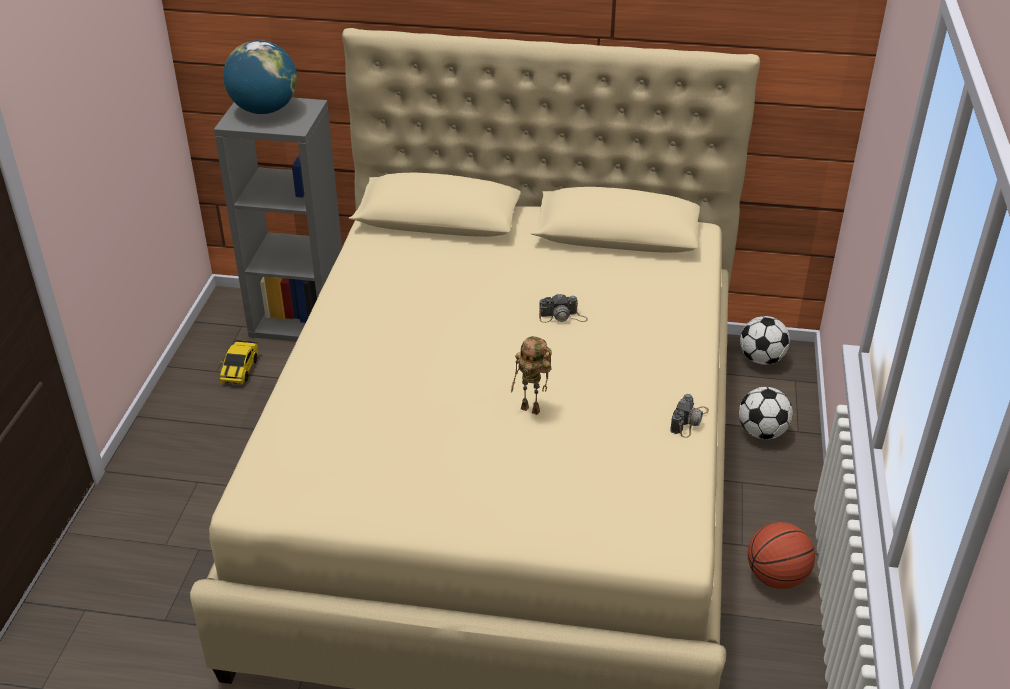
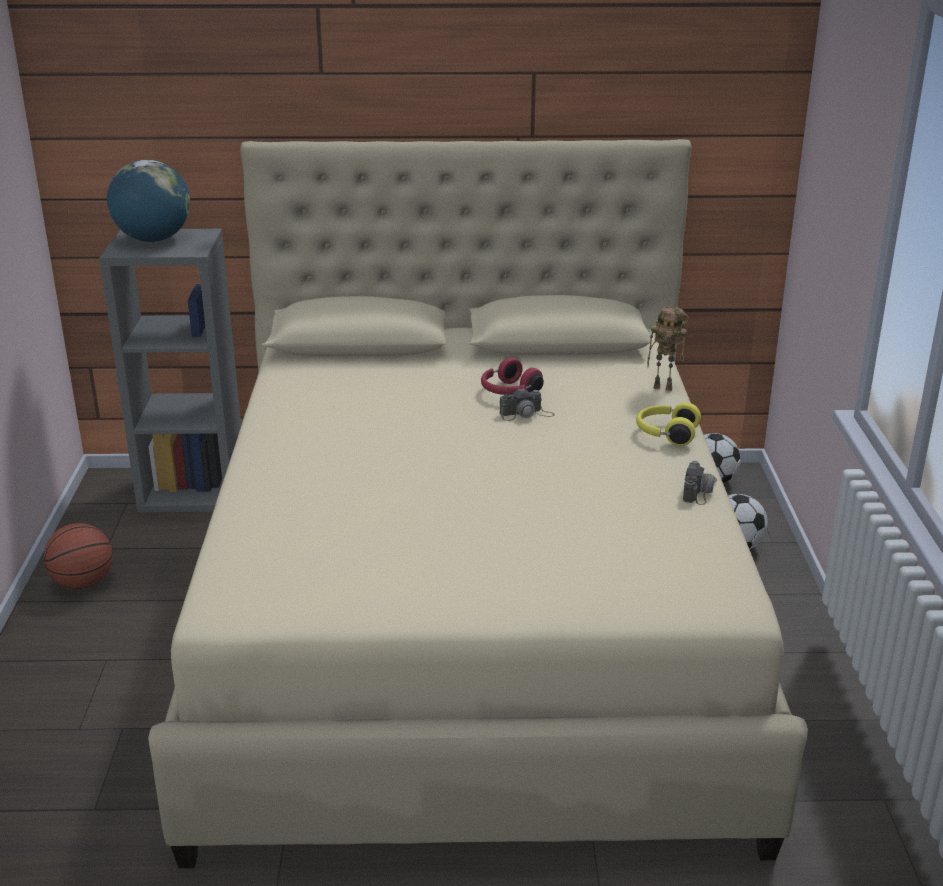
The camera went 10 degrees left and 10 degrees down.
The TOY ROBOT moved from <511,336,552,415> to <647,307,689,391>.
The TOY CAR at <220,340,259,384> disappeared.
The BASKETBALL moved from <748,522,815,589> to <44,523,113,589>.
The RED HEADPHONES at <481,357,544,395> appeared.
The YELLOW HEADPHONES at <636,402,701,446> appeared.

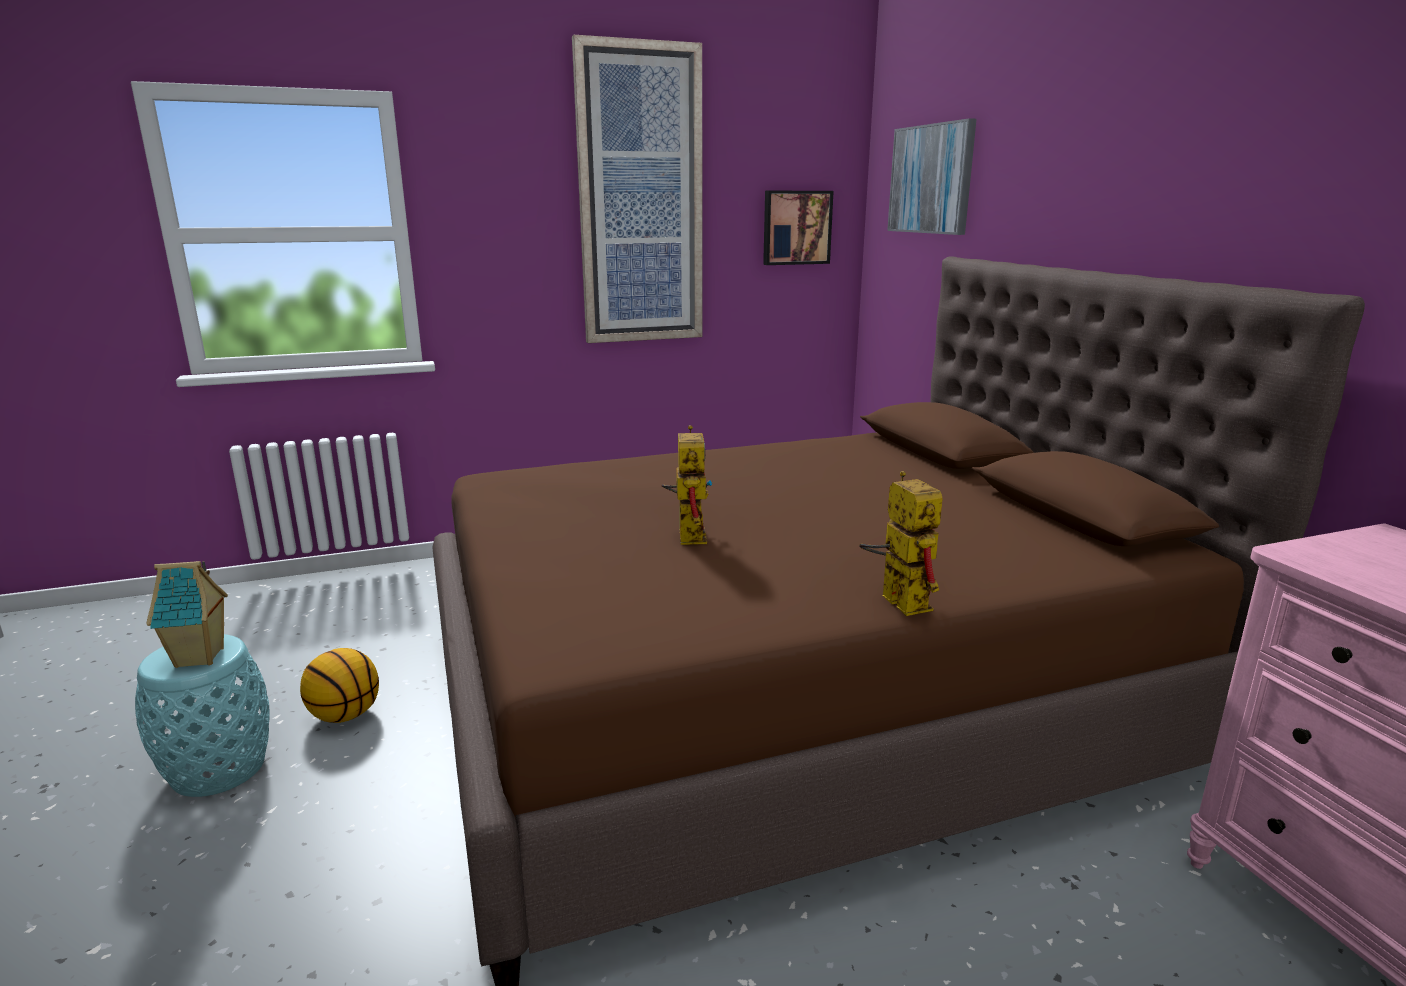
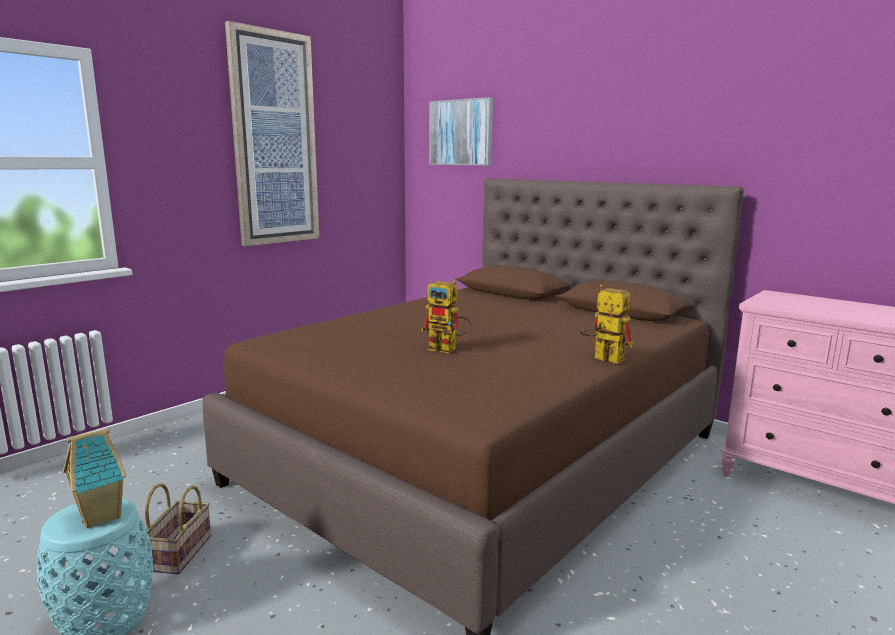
The camera went 30 degrees left and 5 degrees down.
The PICTURE at <763,191,834,265> disappeared.
The TOY ROBOT at <662,425,712,545> turned 150 degrees clockwise.
The BASKETBALL at <300,648,379,723> was replaced by the BASKET at <142,483,211,574>.

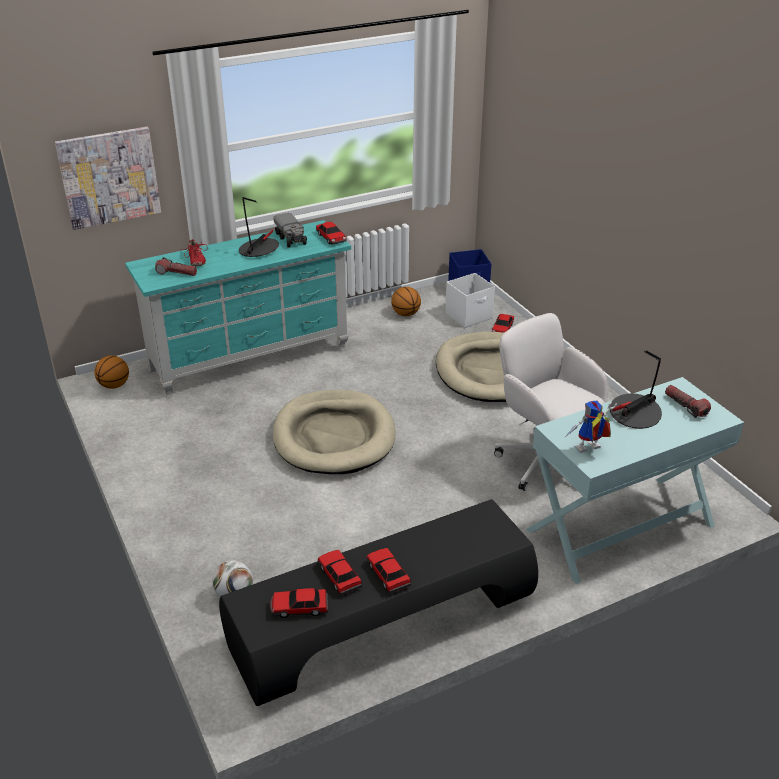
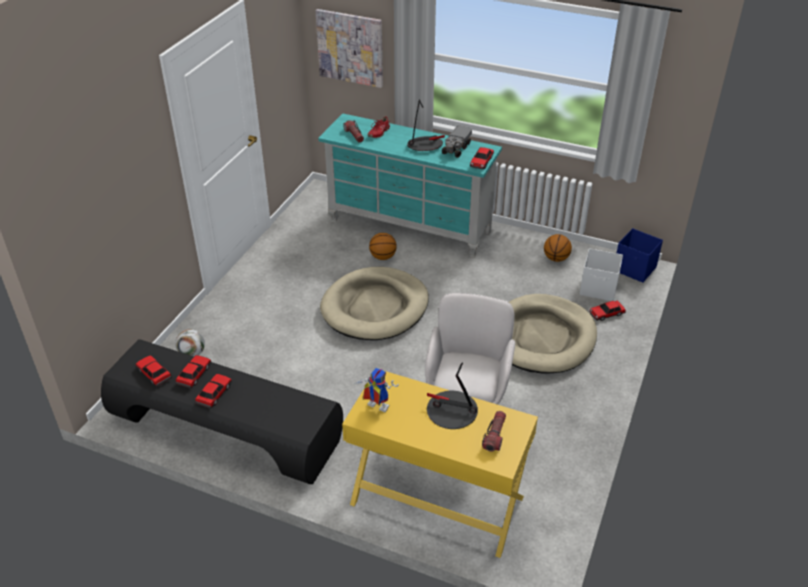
The camera went 50 degrees right and 5 degrees up.
The BASKETBALL moved from <94,355,129,389> to <369,233,397,260>.
The TURQUOISE DESK at <526,377,744,584> became the YELLOW DESK at <342,371,538,558>.

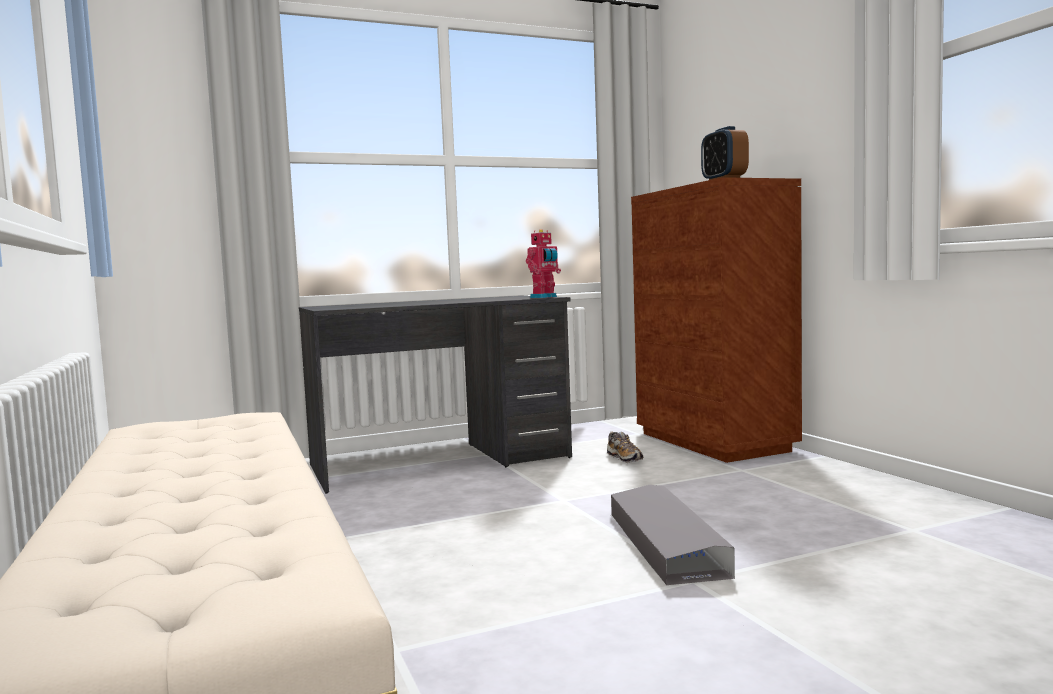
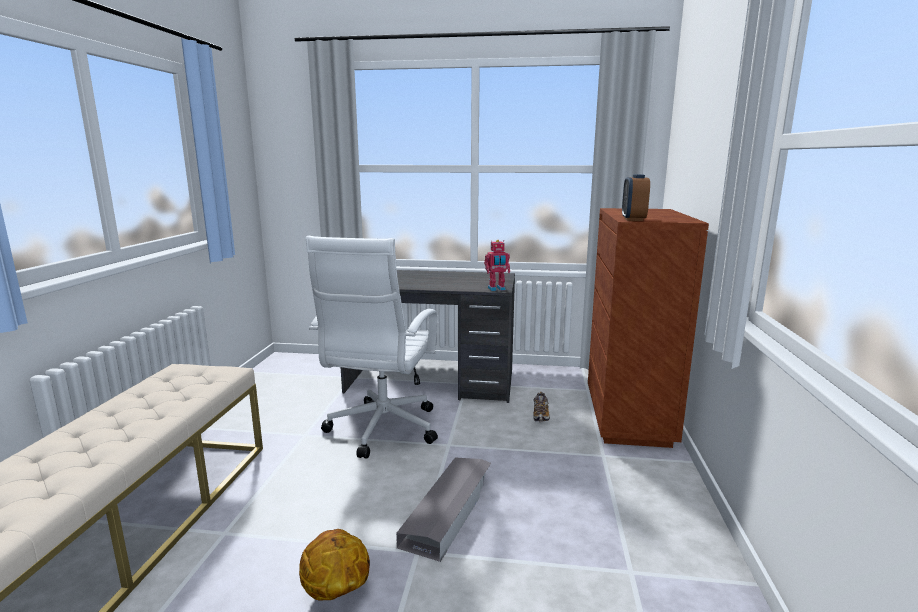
The camera went 30 degrees right and 10 degrees up.
The WHITE OFFICE CHAIR at <305,236,438,459> appeared.
The BASKETBALL at <299,529,370,601> appeared.

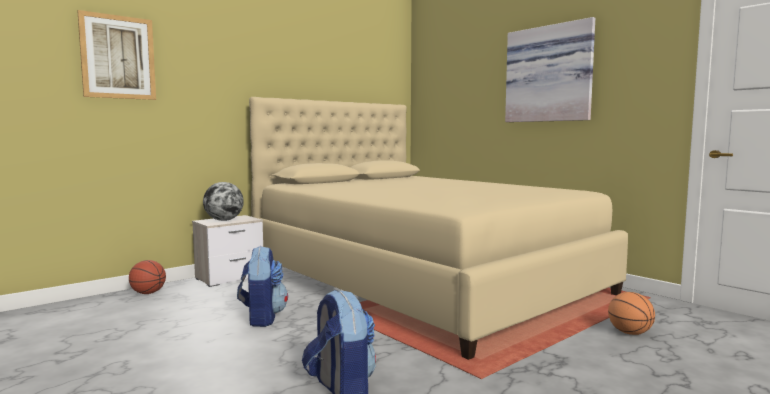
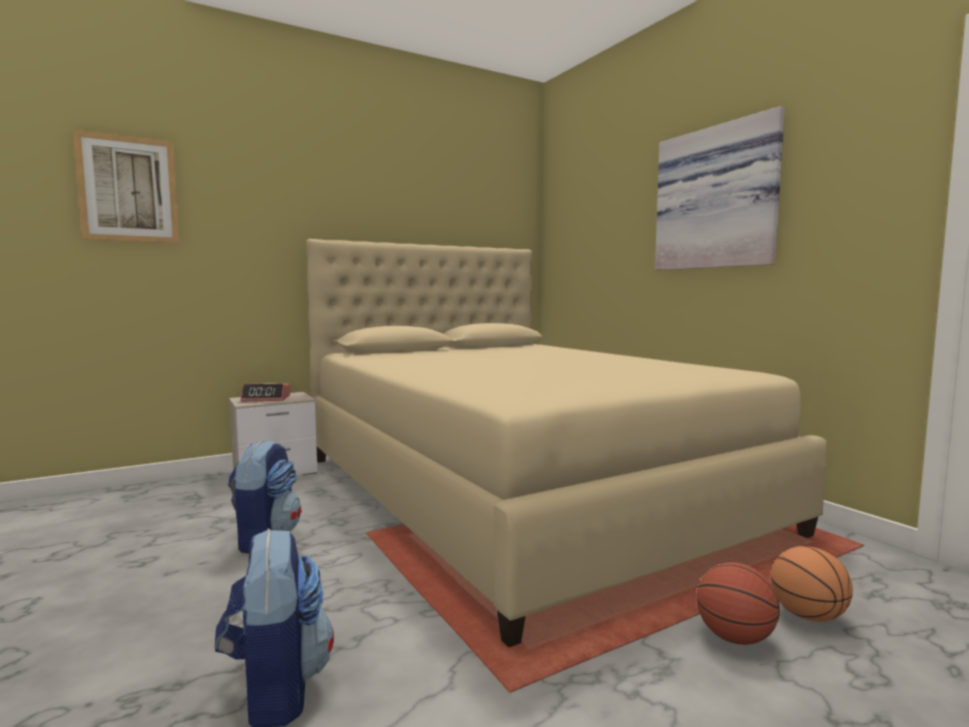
The camera went 10 degrees right and 0 degrees up.
The GLOBE at <203,182,244,221> was replaced by the ALARM CLOCK at <240,383,290,402>.
The BASKETBALL moved from <129,260,166,294> to <697,562,780,645>.

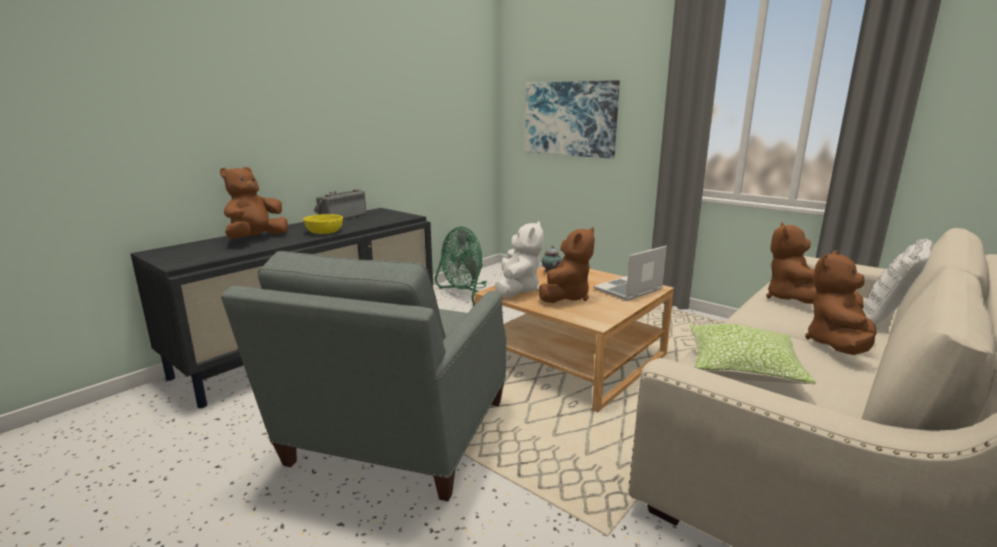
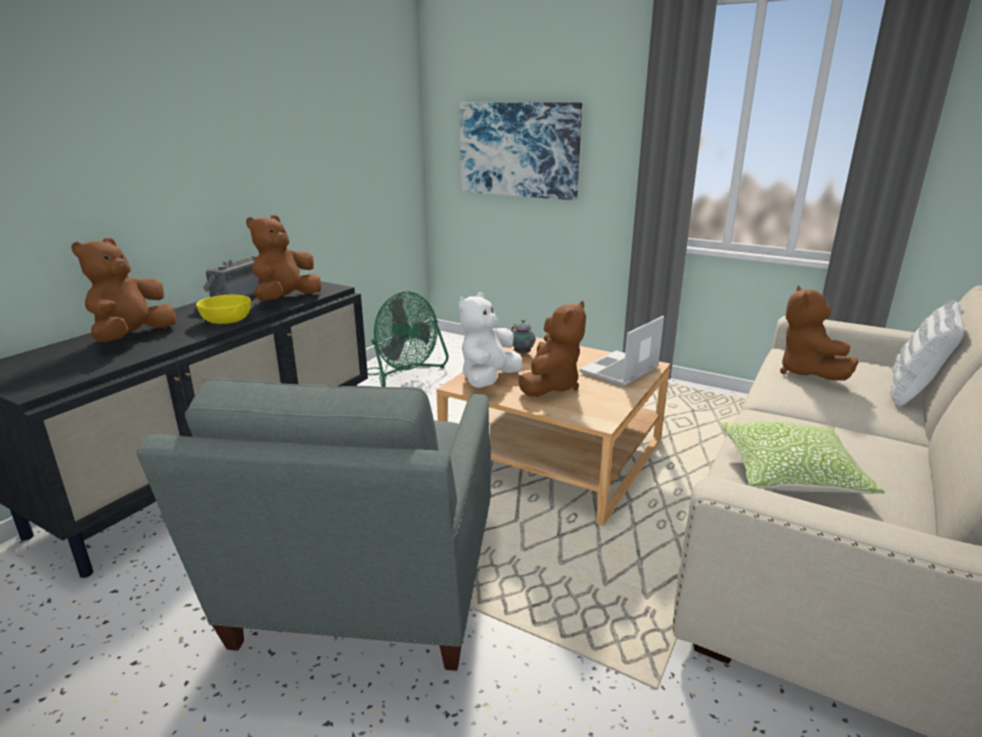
The camera went 10 degrees left and 5 degrees up.
The WHITE PLUSH TOY at <494,221,543,298> turned 150 degrees counterclockwise.
The GREEN FAN at <435,226,487,306> turned 90 degrees counterclockwise.
The BROWN PLUSH TOY moved from <805,250,877,355> to <246,215,321,301>.

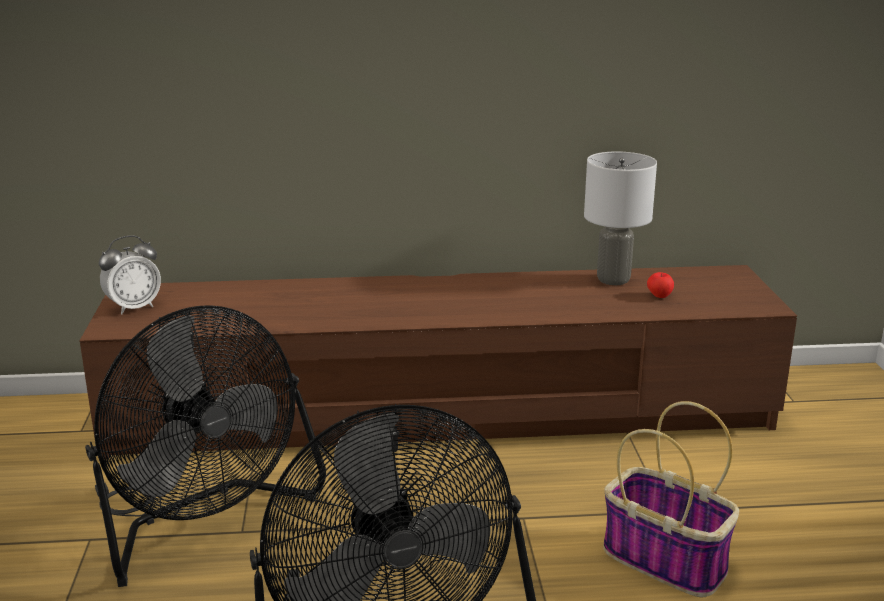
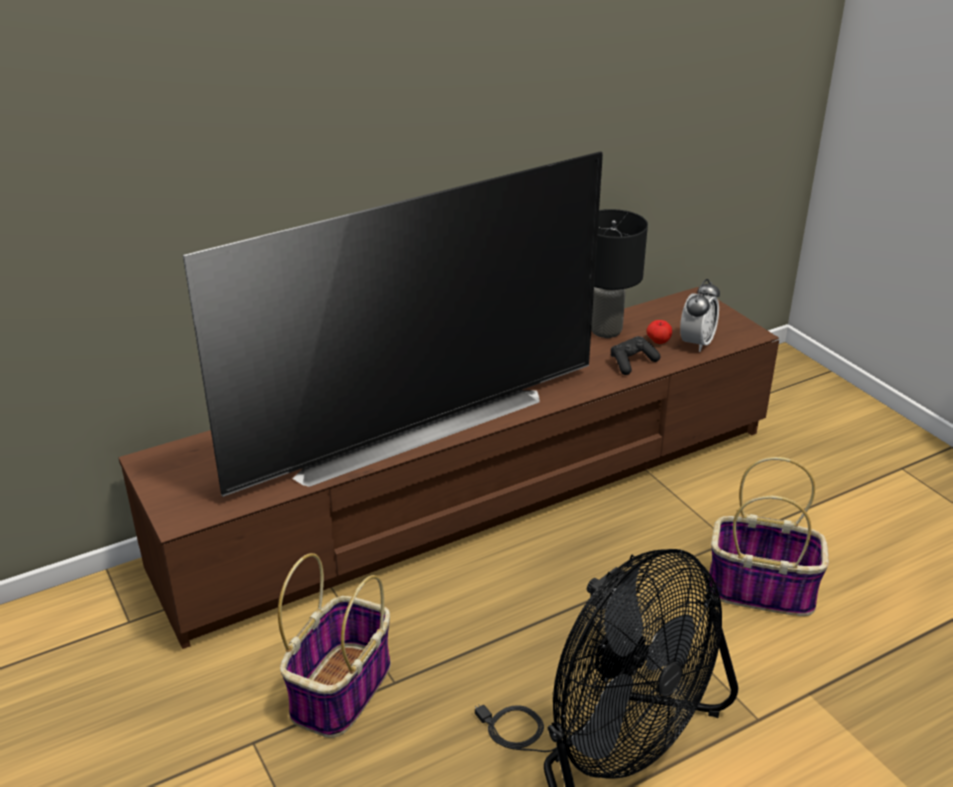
The camera went 25 degrees left and 10 degrees up.
The WHITE TABLE LAMP at <584,152,657,285> became the BLACK TABLE LAMP at <591,209,648,338>.
The ALARM CLOCK moved from <99,235,161,314> to <680,279,720,352>.
The BLACK FAN at <85,305,326,587> was replaced by the BASKET at <278,553,391,738>.
The TELEVISION at <183,151,603,497> appeared.
The BLACK GAME CONTROLLER at <611,336,661,375> appeared.

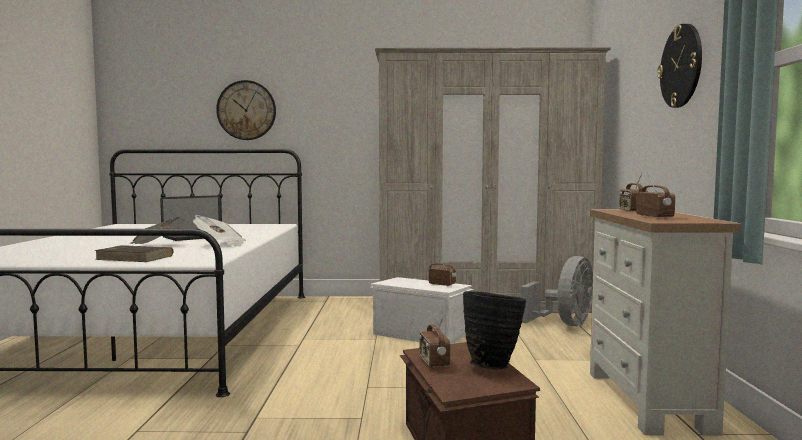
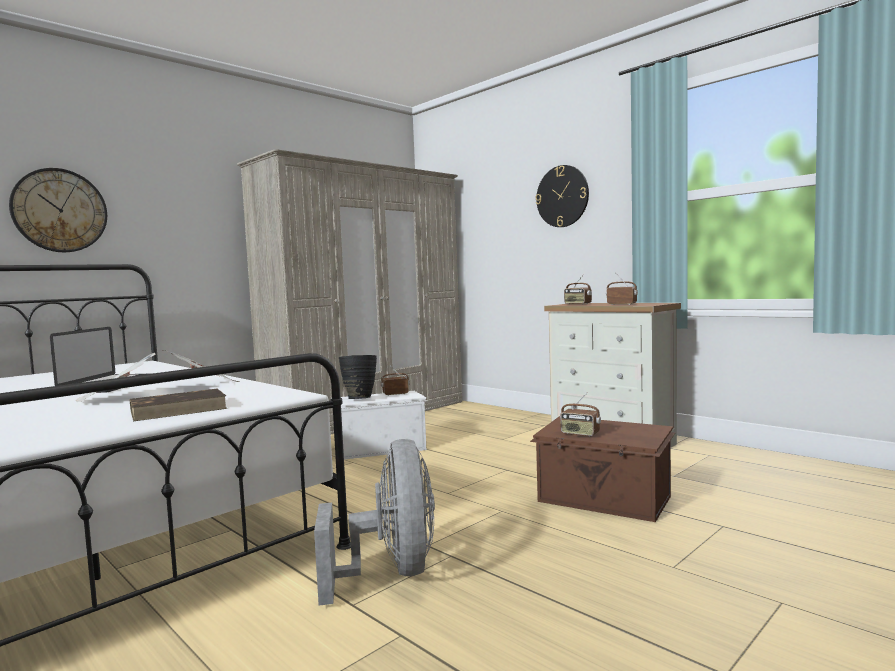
The camera went 45 degrees left and 0 degrees up.
The GREY FAN moved from <520,256,593,326> to <314,439,435,606>.
The BLACK VASE moved from <463,291,526,369> to <339,355,377,399>.

